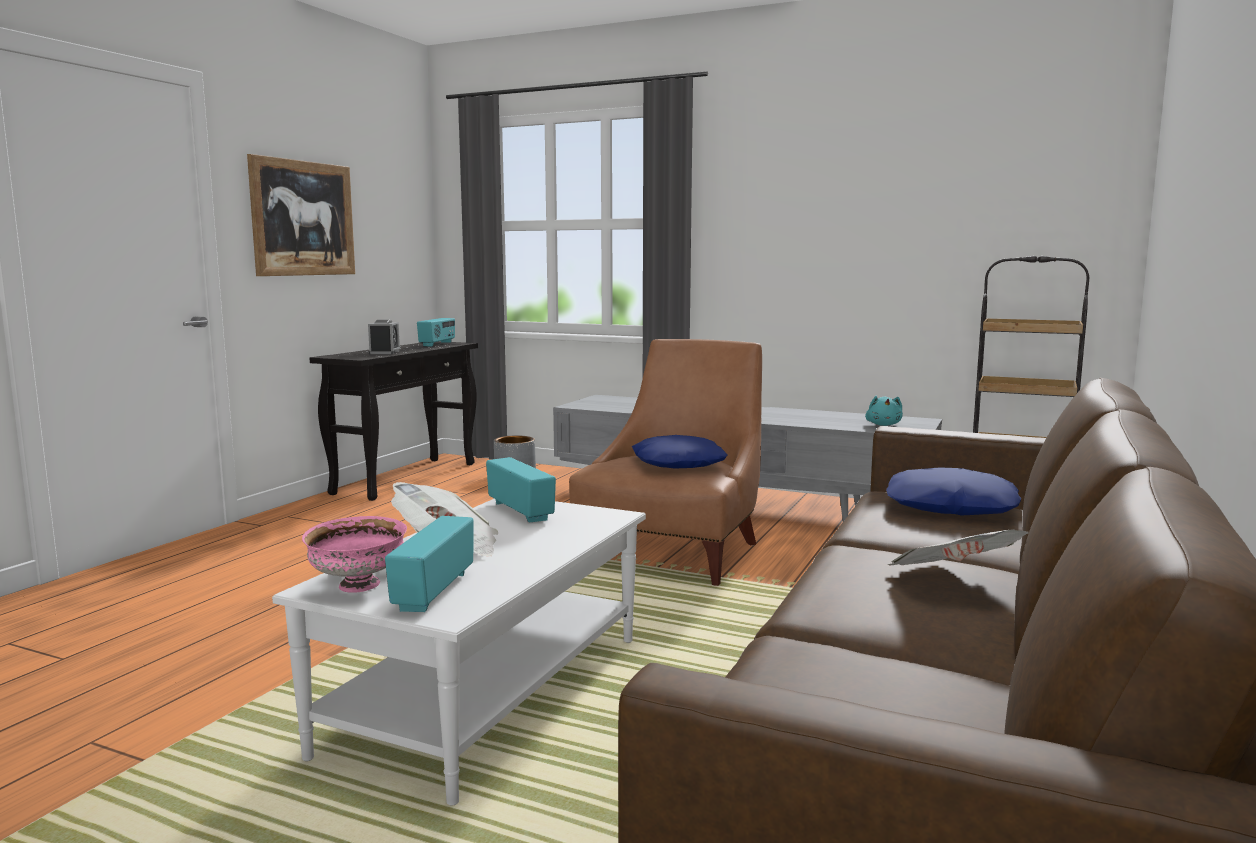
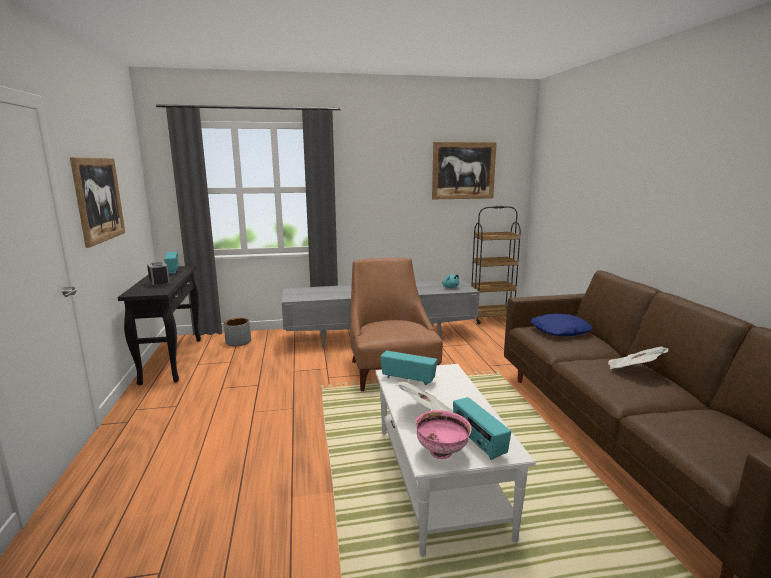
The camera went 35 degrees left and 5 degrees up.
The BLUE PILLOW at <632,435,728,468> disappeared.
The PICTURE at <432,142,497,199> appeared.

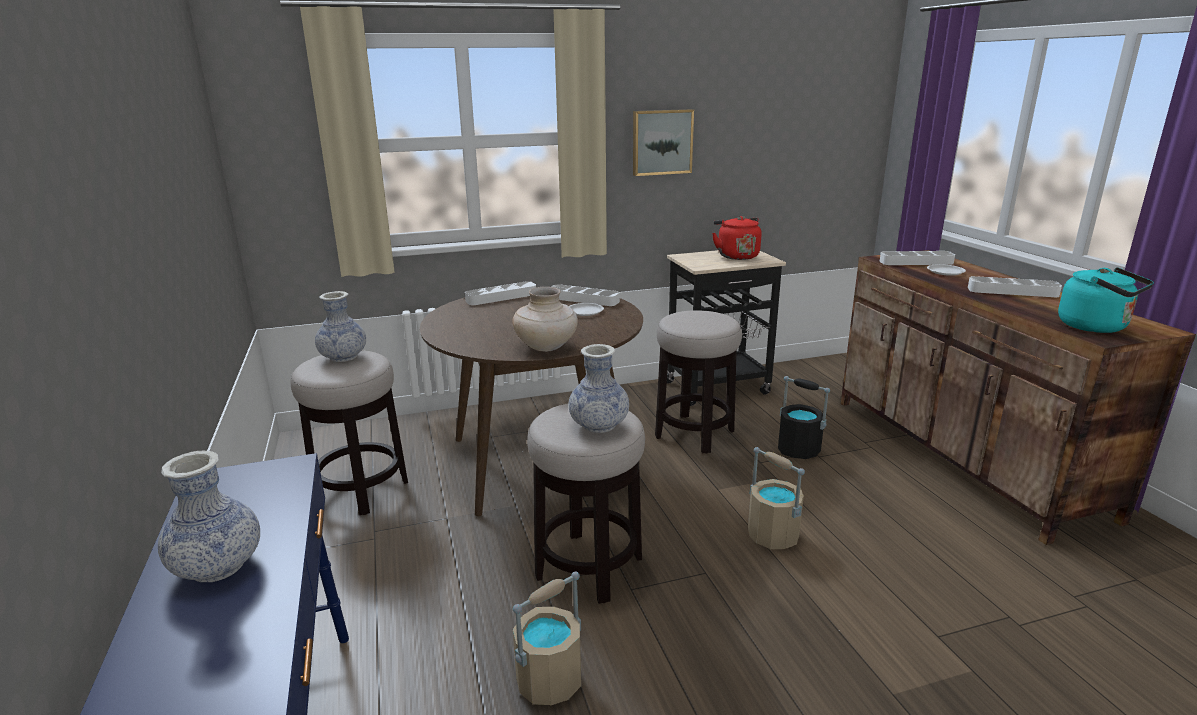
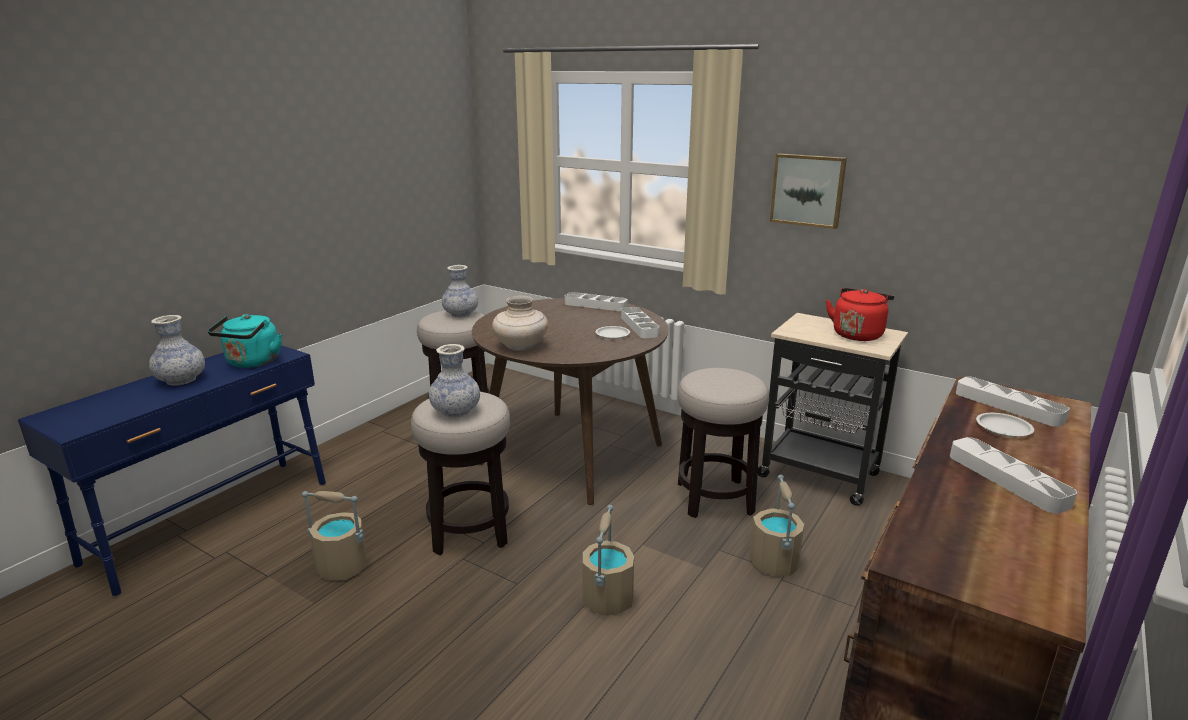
The camera went 50 degrees right and 0 degrees up.
The TURQUOISE KETTLE moved from <1058,267,1154,333> to <208,314,282,368>.
The BLACK BUCKET at <778,376,830,459> became the BEIGE BUCKET at <749,475,804,577>.

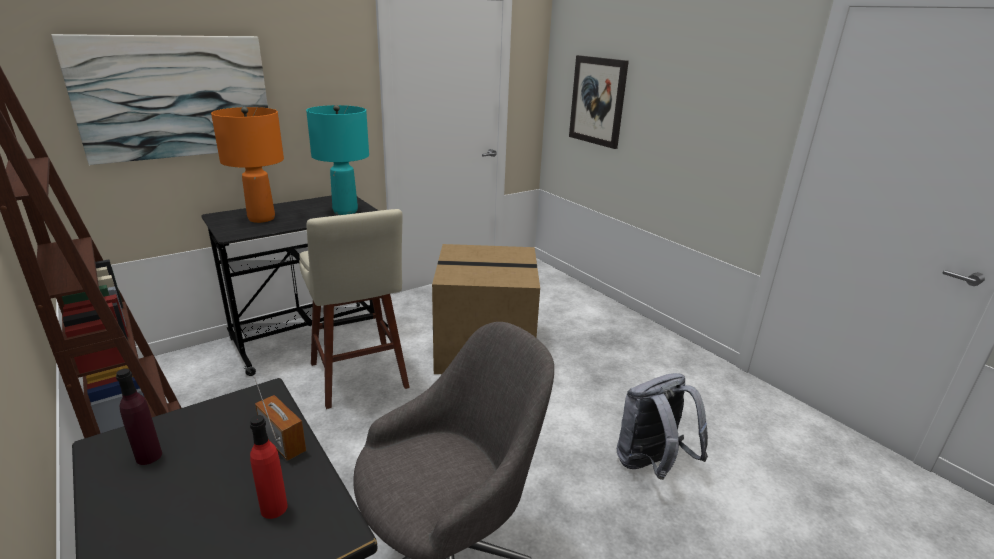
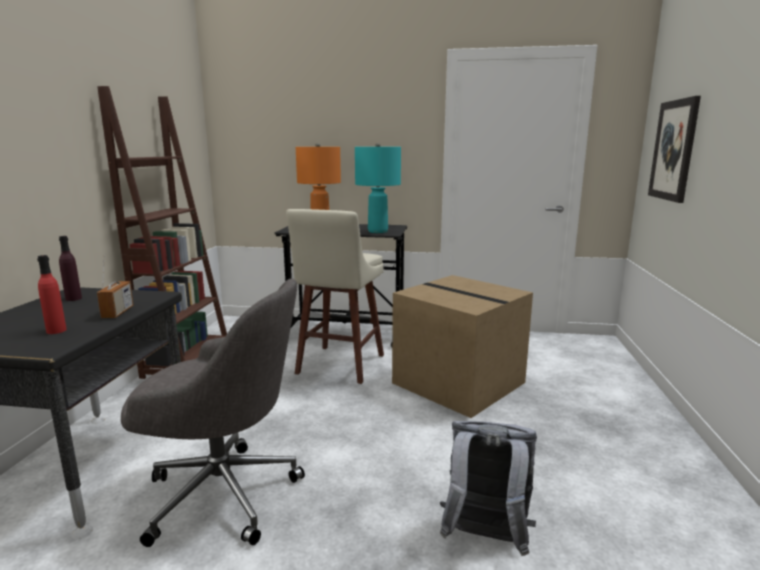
The camera went 45 degrees right and 10 degrees down.
The PICTURE at <51,34,268,165> disappeared.

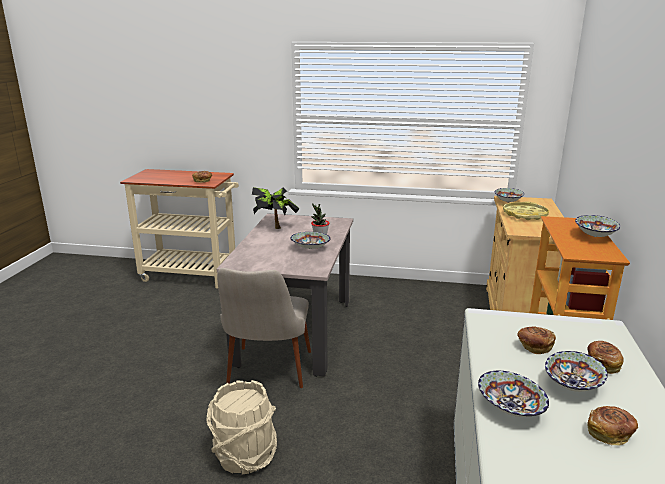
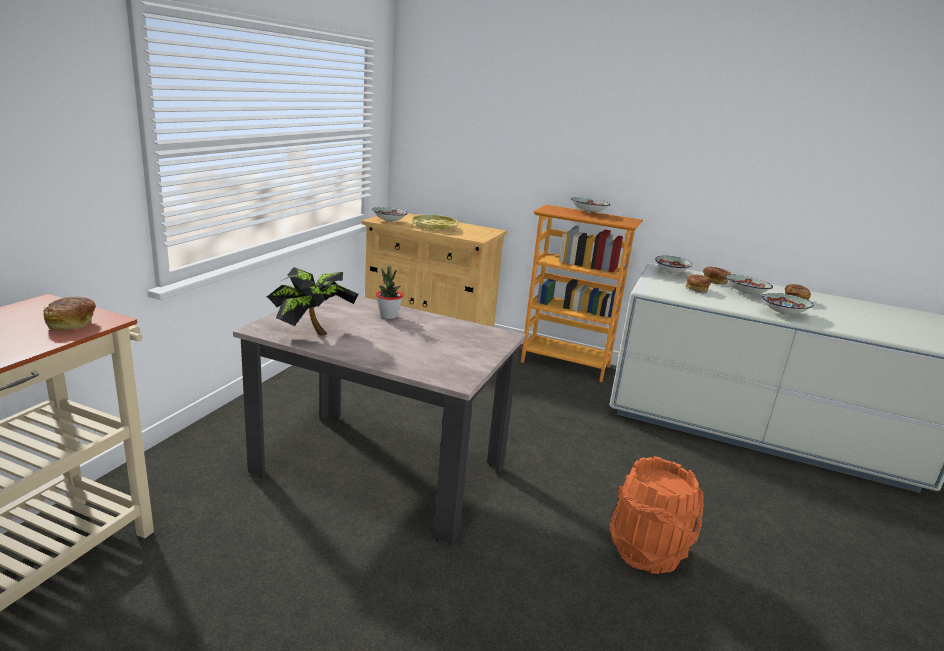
The camera went 80 degrees left and 0 degrees up.
The BOWL moved from <290,232,330,249> to <655,256,692,274>.
The BEIGE CHAIR at <217,268,311,388> disappeared.
The BEIGE BUCKET at <206,380,277,475> became the ORANGE BUCKET at <609,456,704,574>.

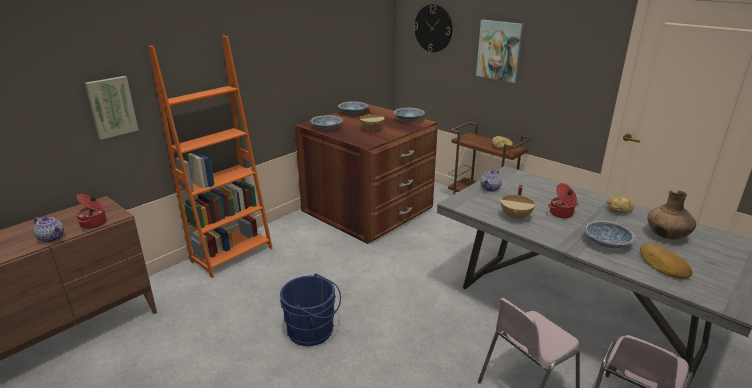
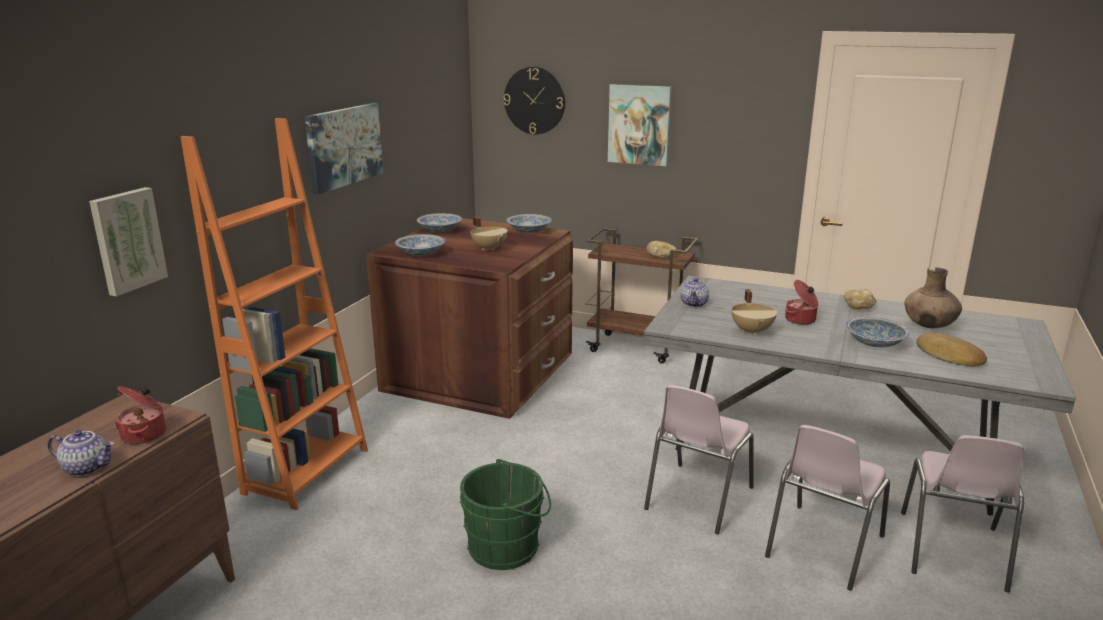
The camera went 20 degrees left and 5 degrees down.
The BLUE BUCKET at <280,274,341,346> became the GREEN BUCKET at <459,459,551,570>.
The PICTURE at <305,103,383,195> appeared.
The PINK CHAIR at <644,385,754,534> appeared.

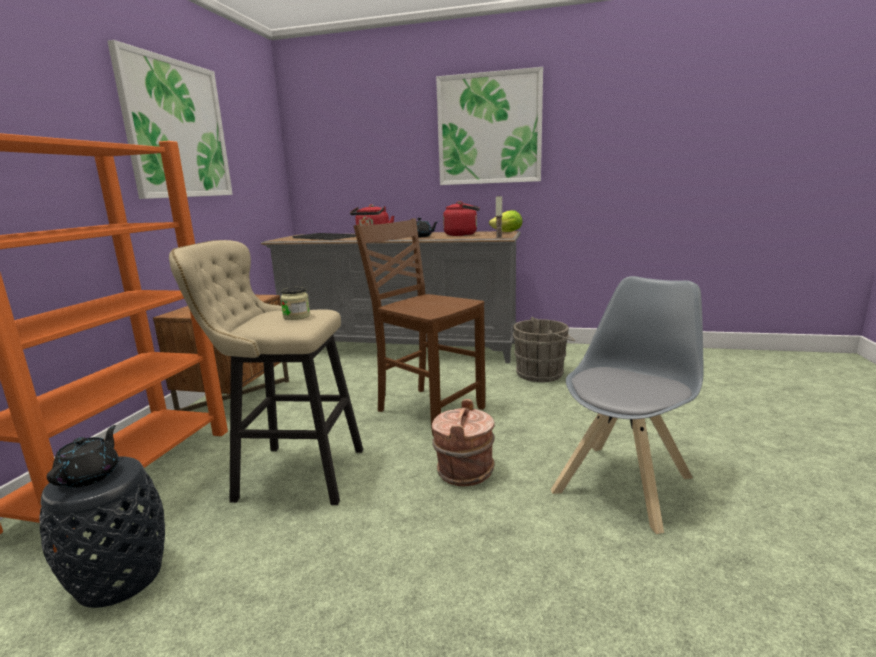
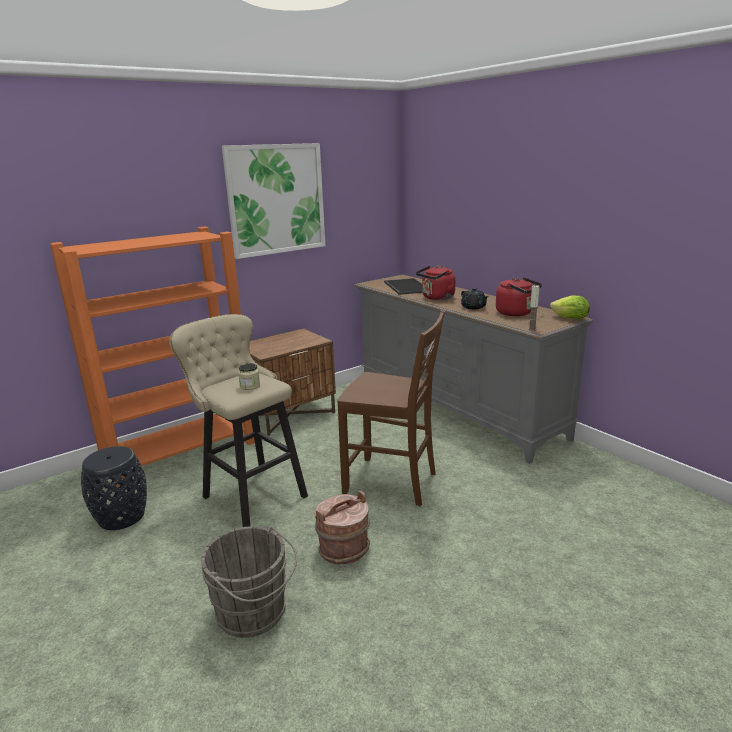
The camera went 40 degrees right and 5 degrees up.
The PICTURE at <436,67,543,185> disappeared.
The BROWN CHAIR at <354,218,485,437> turned 120 degrees clockwise.
The GREY CHAIR at <551,276,704,534> disappeared.
The GREY BUCKET moved from <513,317,575,382> to <201,526,297,638>.
The BLACK TEAPOT at <47,425,119,488> disappeared.

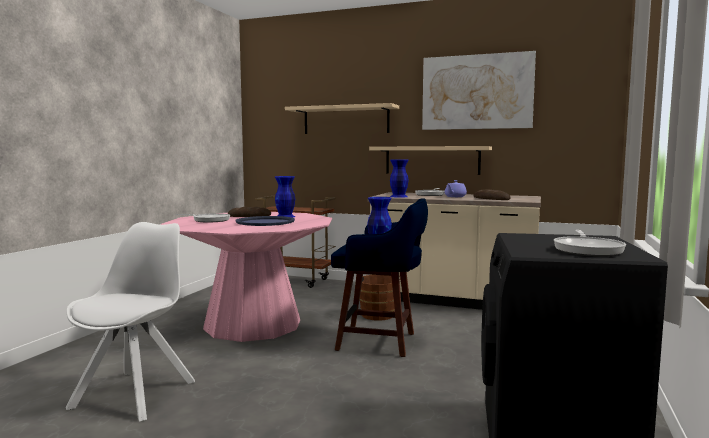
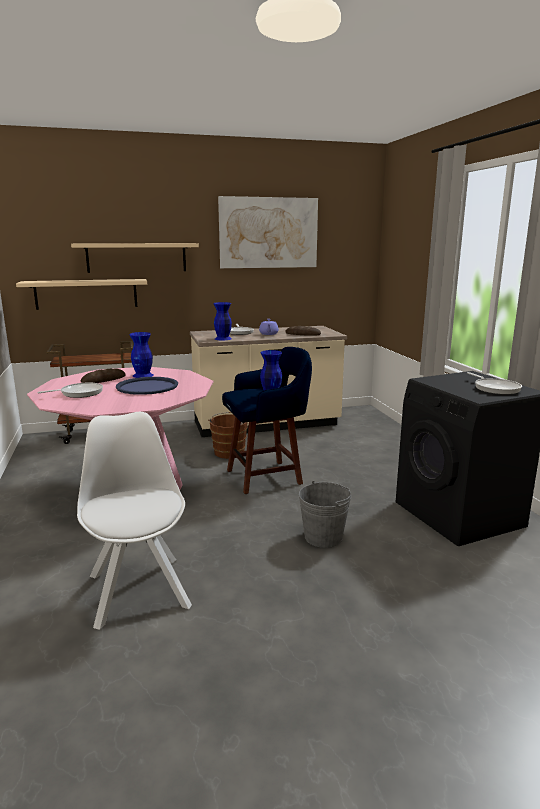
The camera went 35 degrees left and 10 degrees up.
The BEIGE SHELF moved from <369,146,492,175> to <16,279,147,310>.
The GREY BUCKET at <299,481,351,548> appeared.

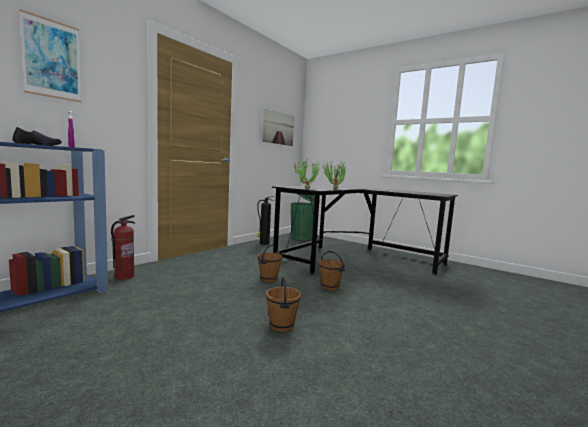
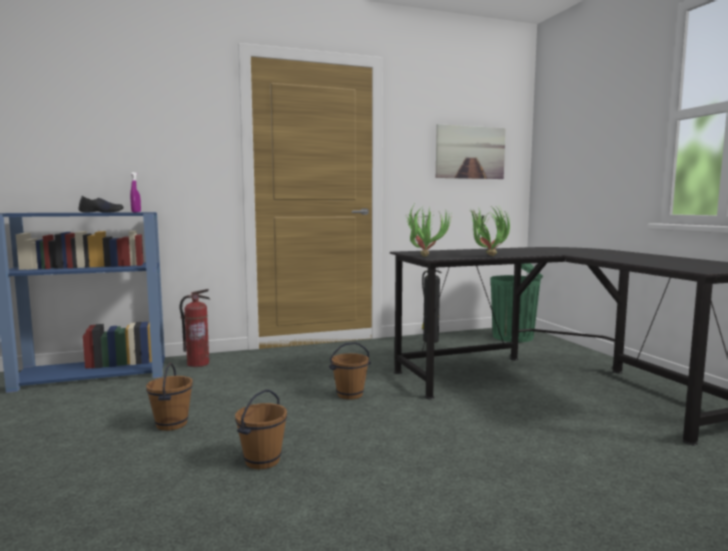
The camera went 35 degrees right and 0 degrees up.
The PICTURE at <19,9,81,102> disappeared.
The BROWN BUCKET moved from <319,251,345,291> to <146,363,193,431>.

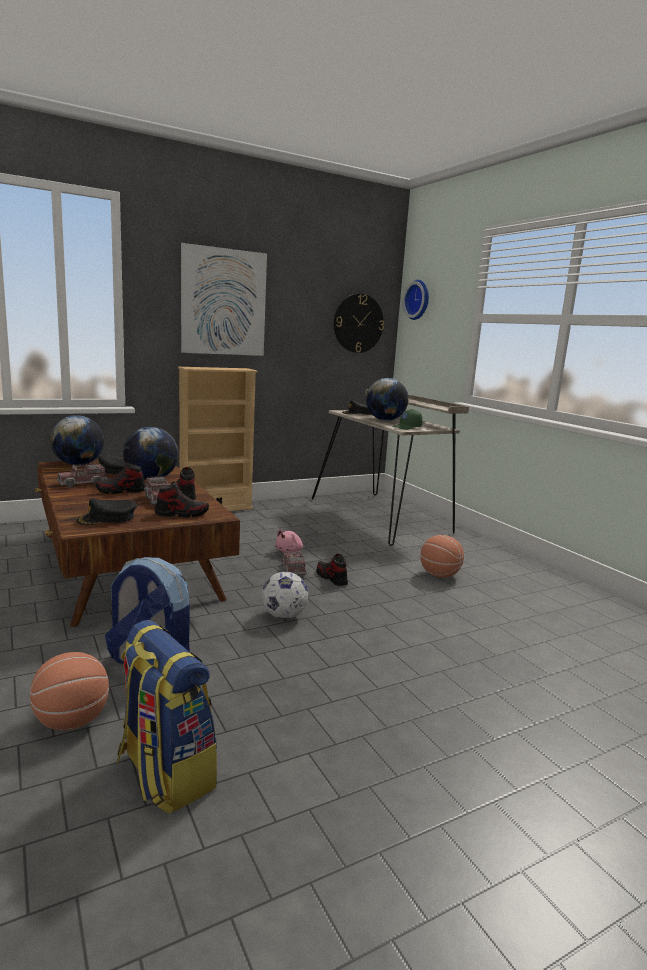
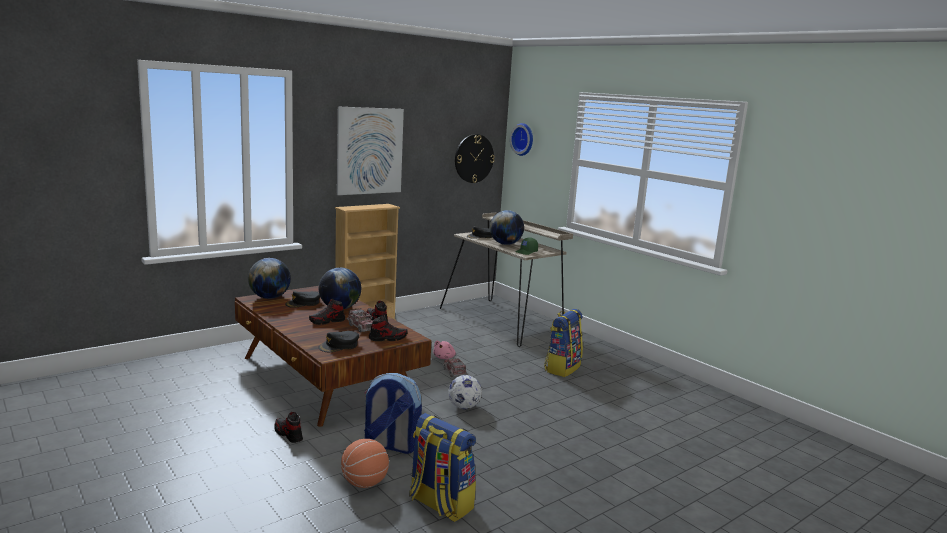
The camera went 10 degrees left and 0 degrees up.
The TOY TRUCK at <57,463,108,488> disappeared.
The BASKETBALL at <420,535,464,578> was replaced by the BACKPACK at <544,309,583,377>.
The SHOE moved from <317,553,348,586> to <274,412,303,443>.

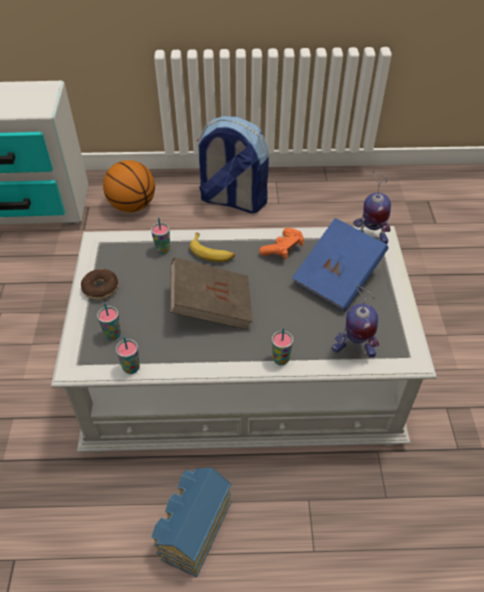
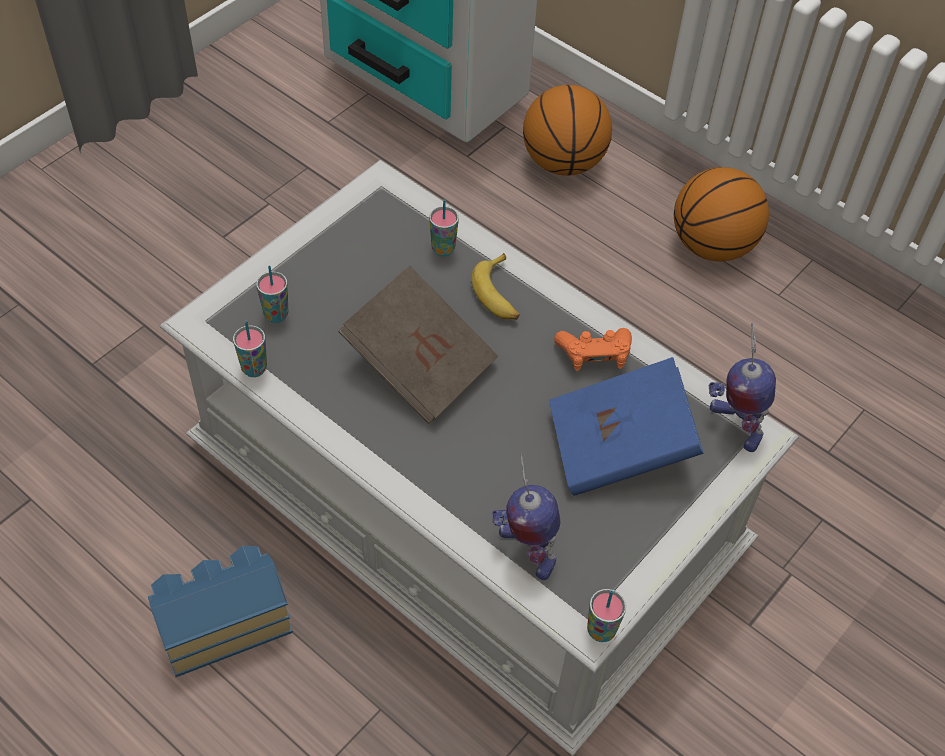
The camera went 40 degrees right and 5 degrees up.
The BACKPACK at <196,116,269,213> was replaced by the BASKETBALL at <674,167,769,261>.
The DONUT at <81,269,118,300> disappeared.
The CUP moved from <272,328,293,365> to <587,589,626,642>.

